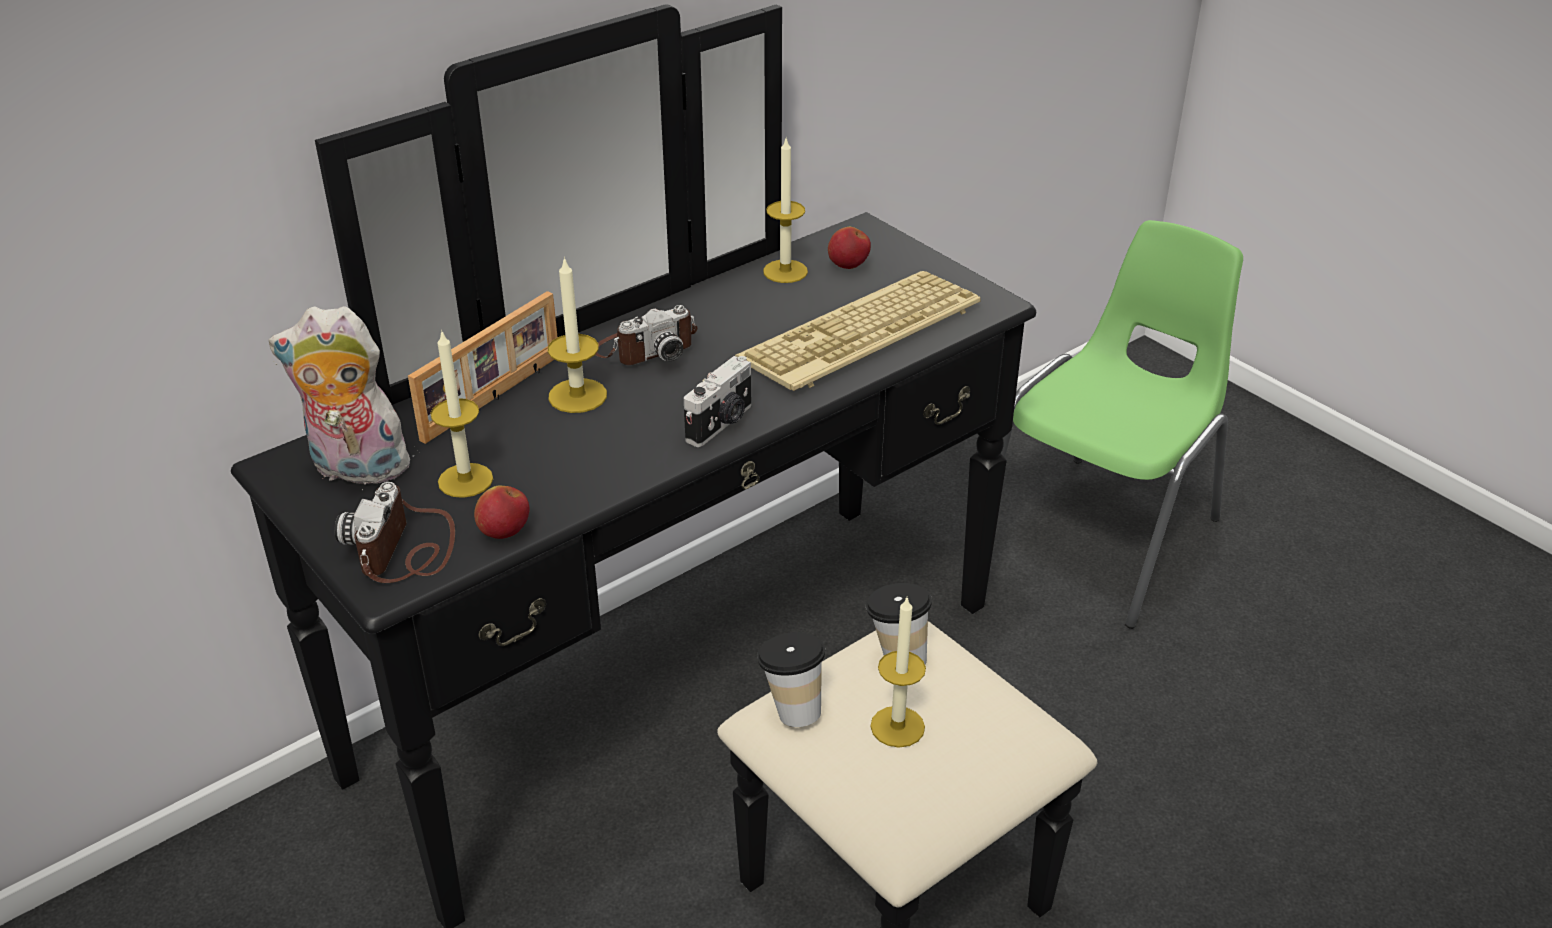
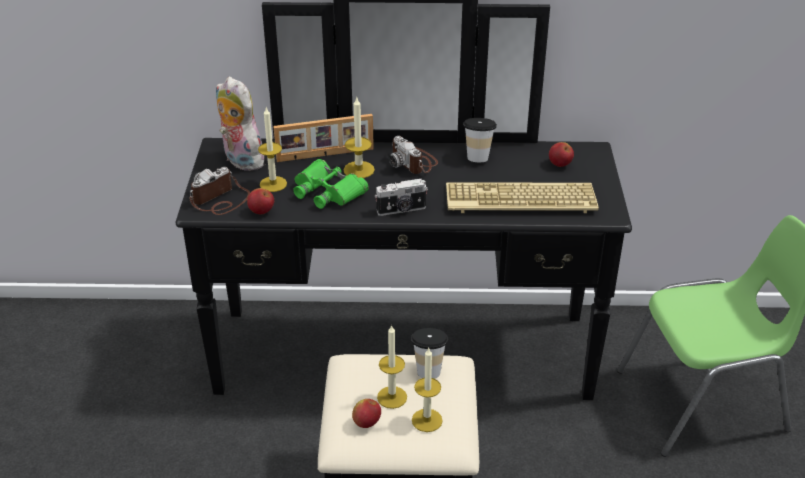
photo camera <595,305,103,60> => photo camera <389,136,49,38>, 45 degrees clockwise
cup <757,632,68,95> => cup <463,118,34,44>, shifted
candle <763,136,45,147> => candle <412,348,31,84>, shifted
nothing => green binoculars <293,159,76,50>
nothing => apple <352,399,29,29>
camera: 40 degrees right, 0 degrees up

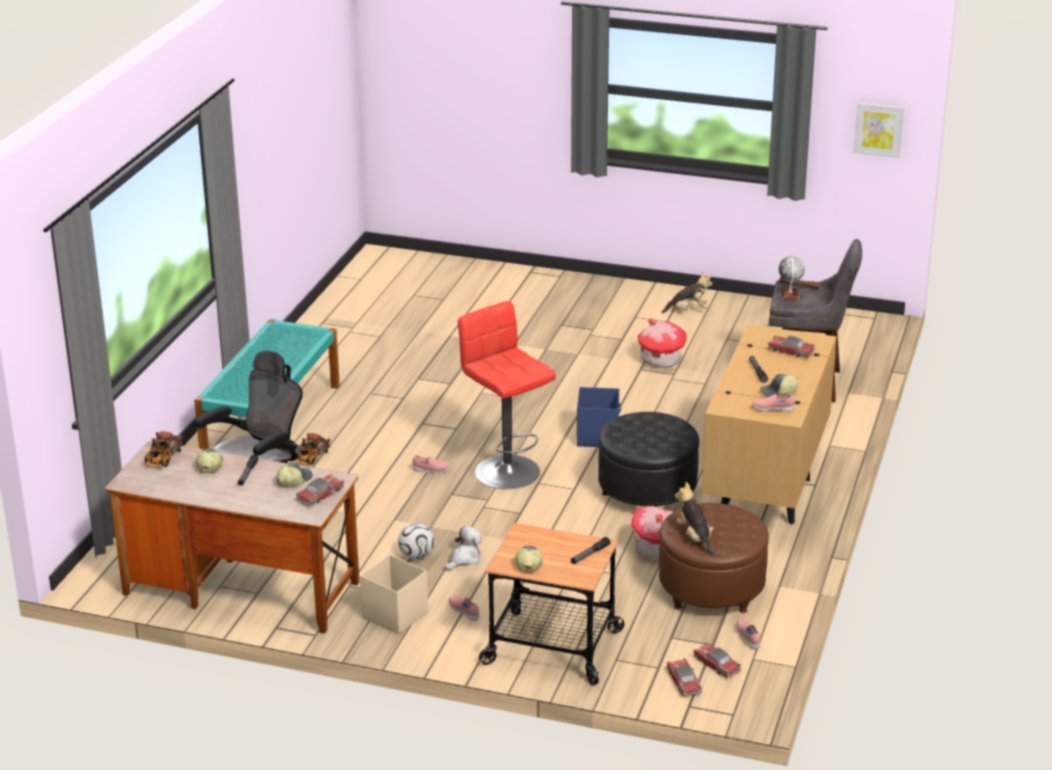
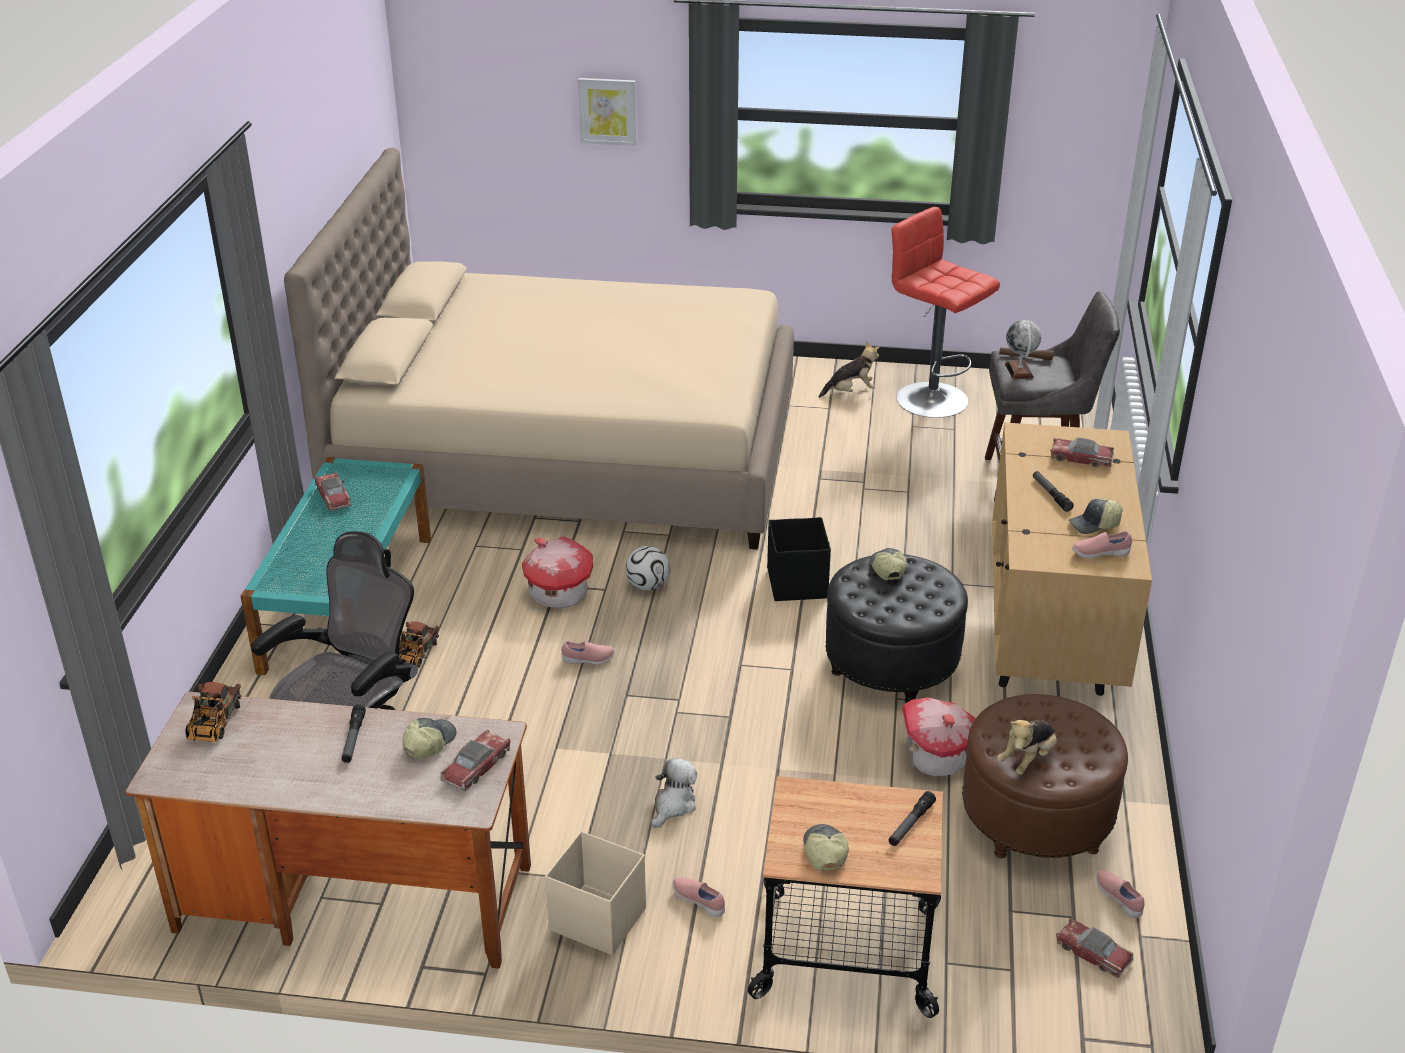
cap <196,448,27,25> => cap <870,548,37,32>, shifted
football <398,523,36,36> => football <626,546,44,44>, shifted
red stool <458,301,98,188> => red stool <891,207,109,211>, shifted
blue storage box <577,387,44,60> => black storage box <767,517,64,84>
toy house <638,318,49,50> => toy house <522,536,71,72>, shifted
toy car <667,658,35,38> => toy car <315,471,37,40>, shifted
plush toy <675,482,40,74> => plush toy <997,720,60,55>, 105 degrees counterclockwise
picture <853,102,51,56> => picture <578,78,59,68>, shifted
nothing => beige bed <284,148,510,402>
camera: 10 degrees left, 5 degrees up

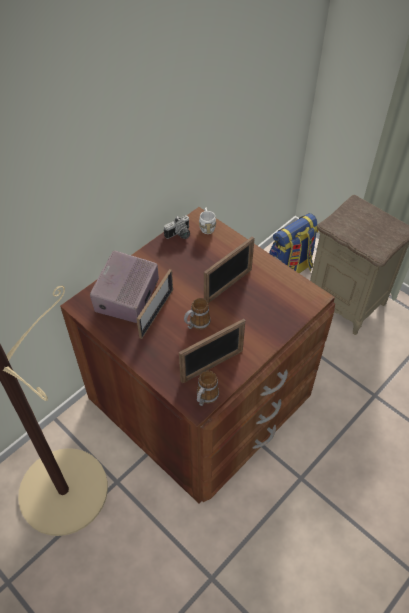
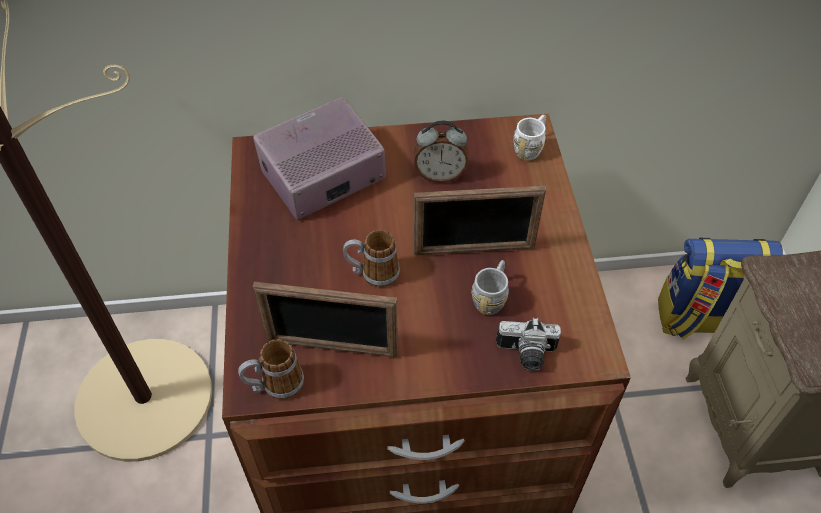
picture frame <137,269,36,70> => nothing
photo camera <164,215,26,24> => photo camera <496,318,65,53>, shifted
nothing => alarm clock <414,120,55,63>
nothing => grey mug <471,260,38,55>
camera: 40 degrees right, 0 degrees up

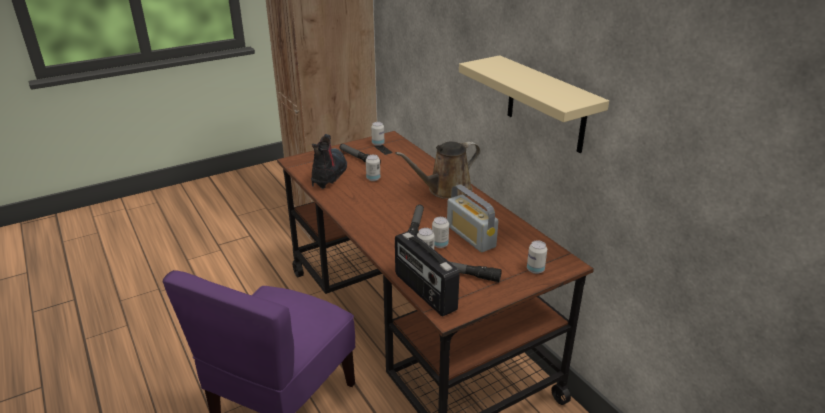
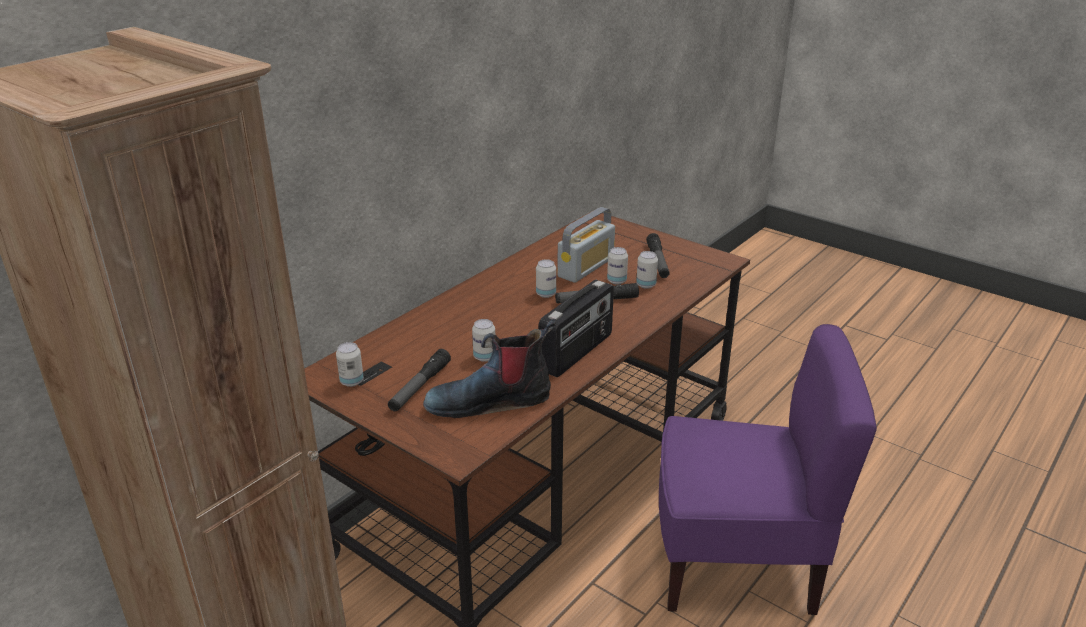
brown watering can <395,141,85,58> => nothing
radio <395,231,65,85> => radio <539,280,75,97>, shifted
beige shelf <459,55,150,98> => nothing
can <527,240,20,34> => can <536,259,20,39>, shifted
camera: 110 degrees left, 0 degrees up

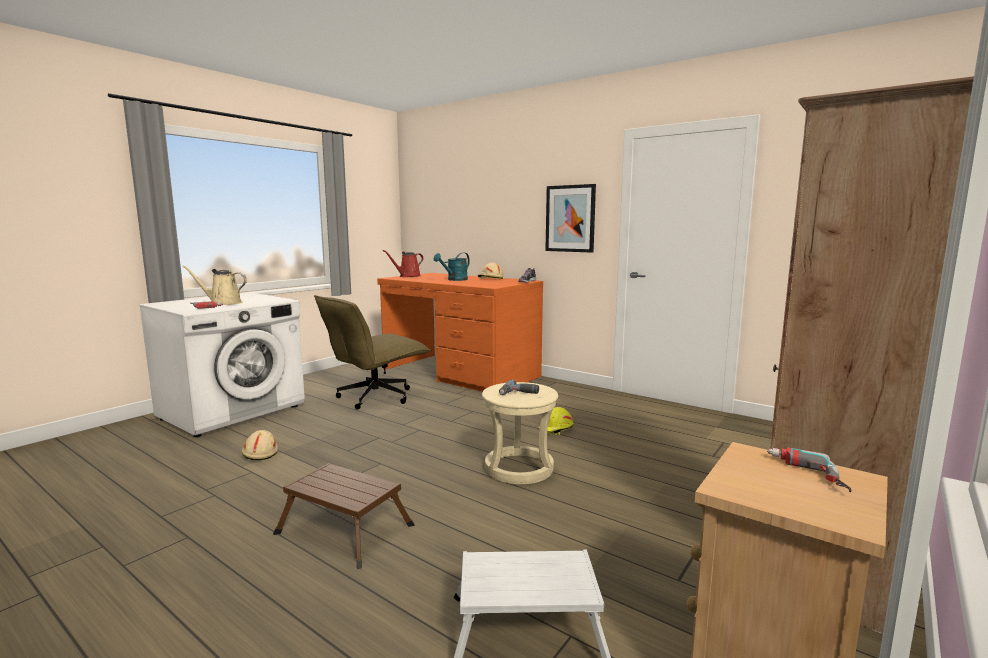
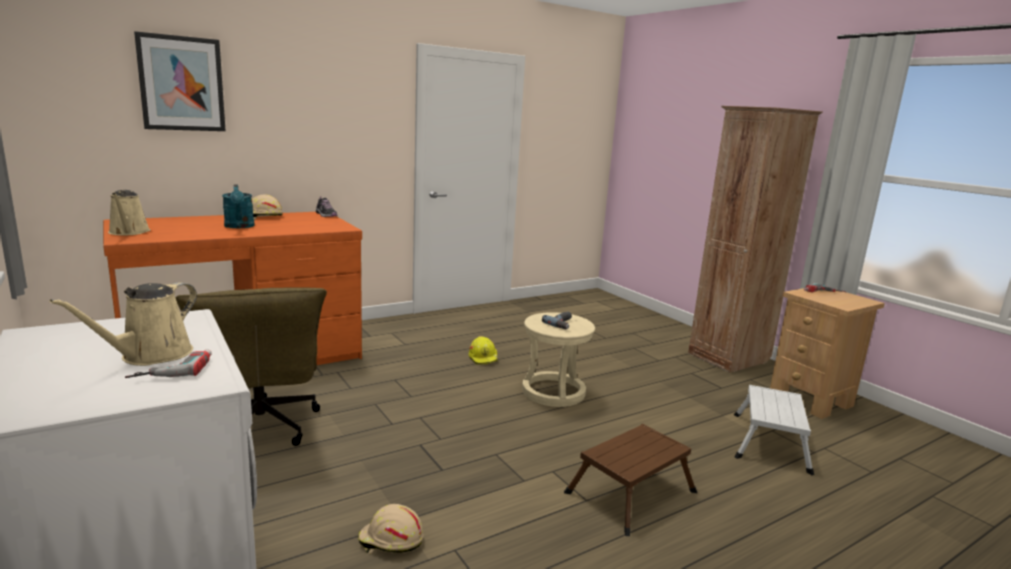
red watering can <383,250,40,27> => beige watering can <108,190,42,45>
picture <545,184,51,69> => picture <134,31,92,100>, shifted
camera: 70 degrees left, 5 degrees up

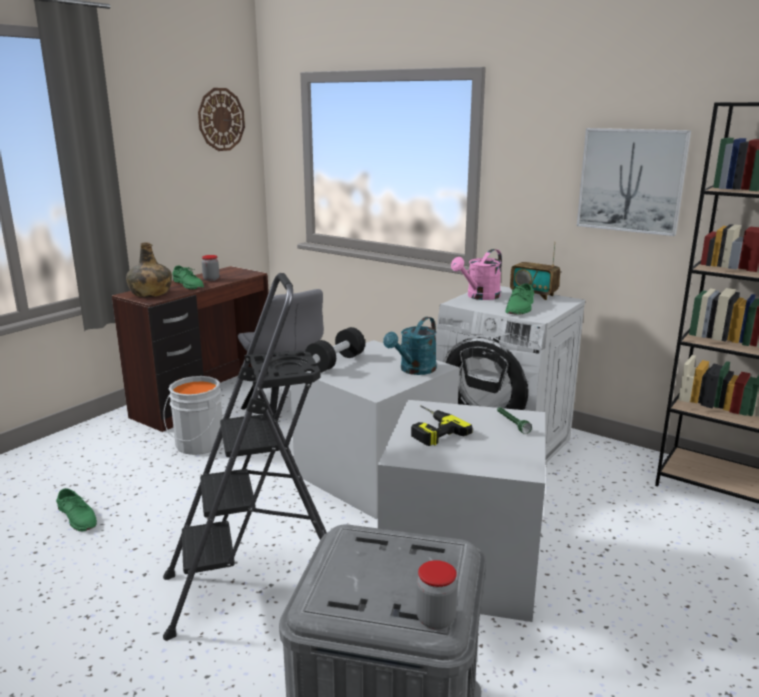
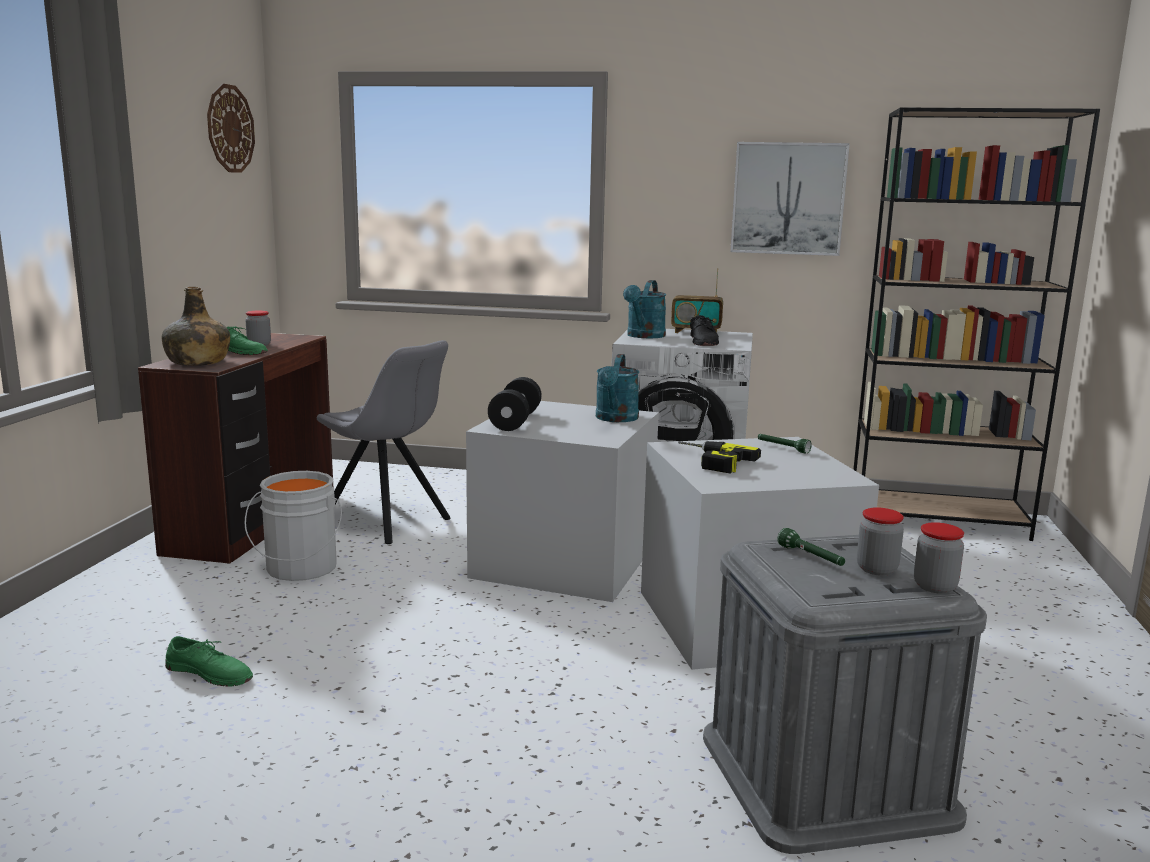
step ladder <163,273,164,367> => nothing
pink watering can <451,249,51,51> => turquoise watering can <623,280,43,58>
green shoe <505,284,29,31> => black shoe <690,315,29,31>
nothing => green flashlight <777,528,68,38>
nothing => jar <857,507,47,69>
camera: 25 degrees left, 5 degrees down

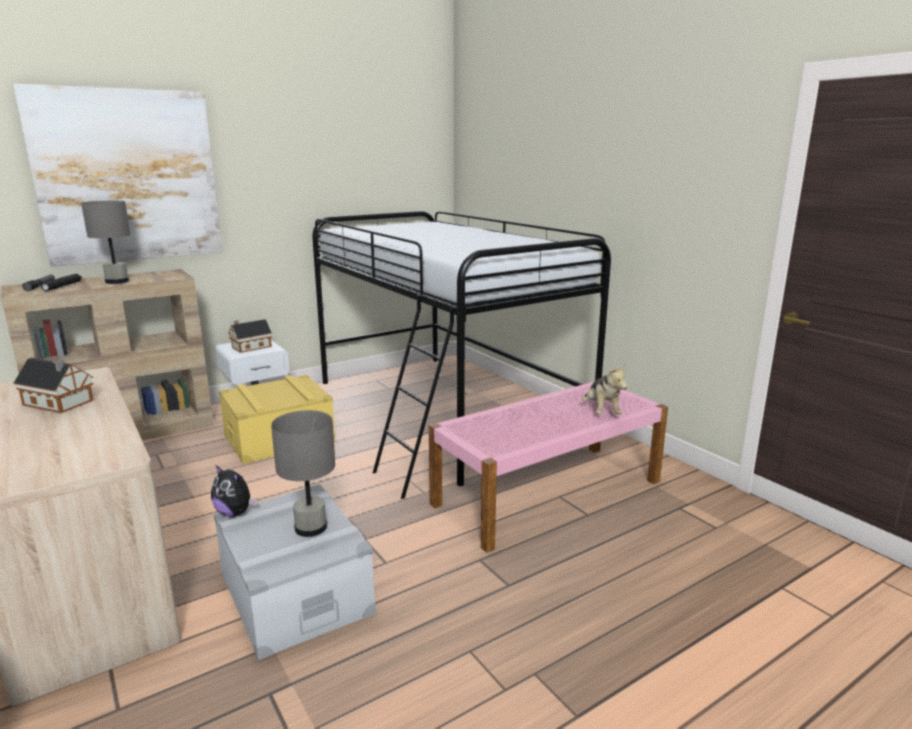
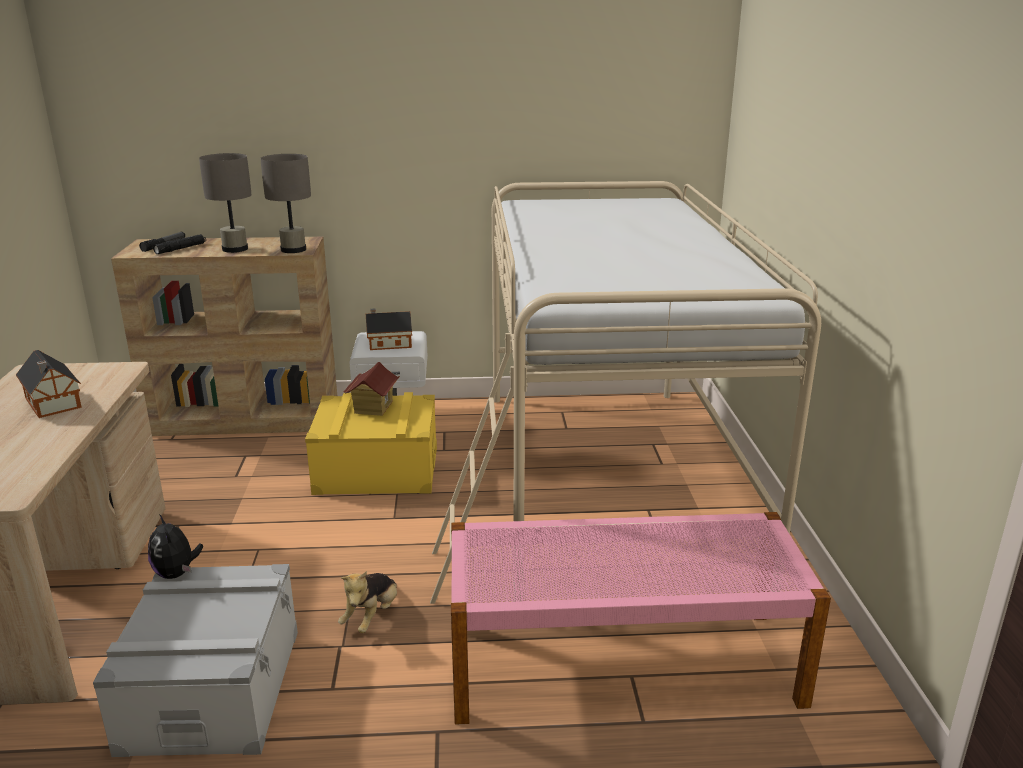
picture <13,84,210,183> => nothing
grey table lamp <271,410,64,127> => grey table lamp <260,154,51,99>, shifted
black bed <312,211,299,288> => beige bed <430,181,391,423>
plush toy <582,364,45,50> => plush toy <338,571,59,62>, shifted
nothing => toy house <343,362,57,54>
camera: 30 degrees right, 5 degrees up

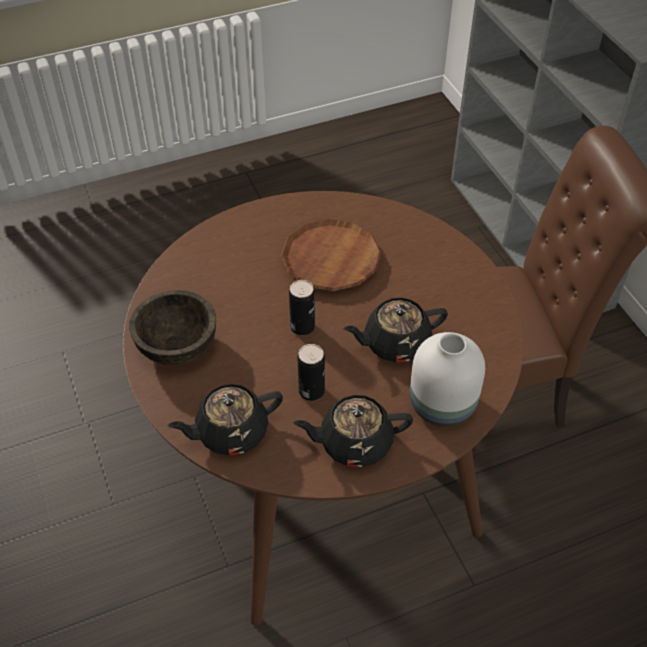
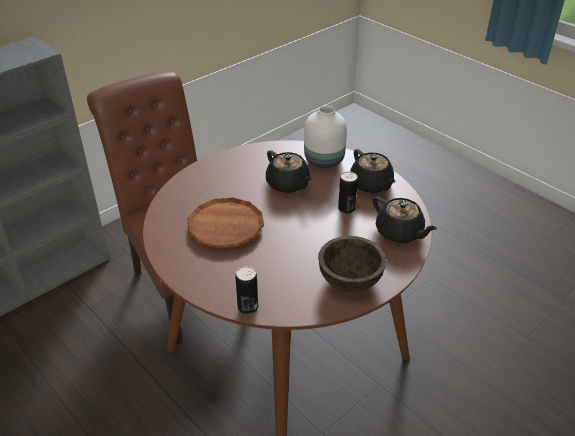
can <289,280,26,55> => can <236,266,22,48>, shifted
camera: 110 degrees left, 10 degrees down

